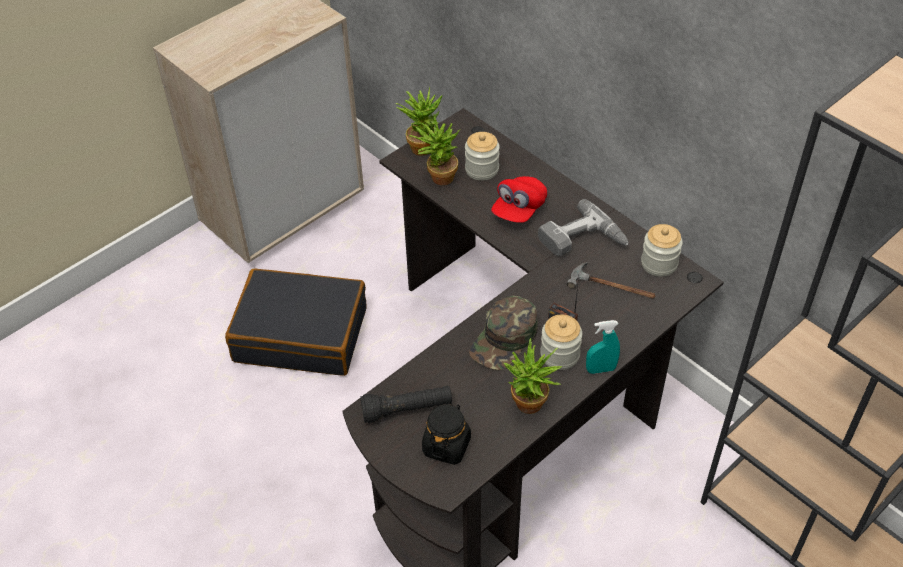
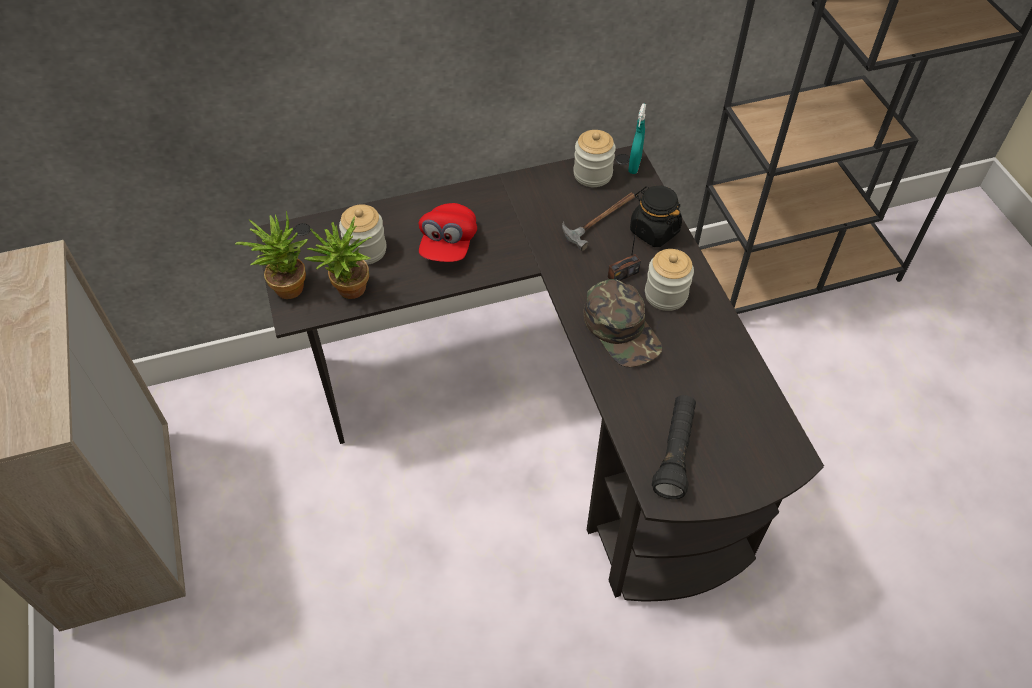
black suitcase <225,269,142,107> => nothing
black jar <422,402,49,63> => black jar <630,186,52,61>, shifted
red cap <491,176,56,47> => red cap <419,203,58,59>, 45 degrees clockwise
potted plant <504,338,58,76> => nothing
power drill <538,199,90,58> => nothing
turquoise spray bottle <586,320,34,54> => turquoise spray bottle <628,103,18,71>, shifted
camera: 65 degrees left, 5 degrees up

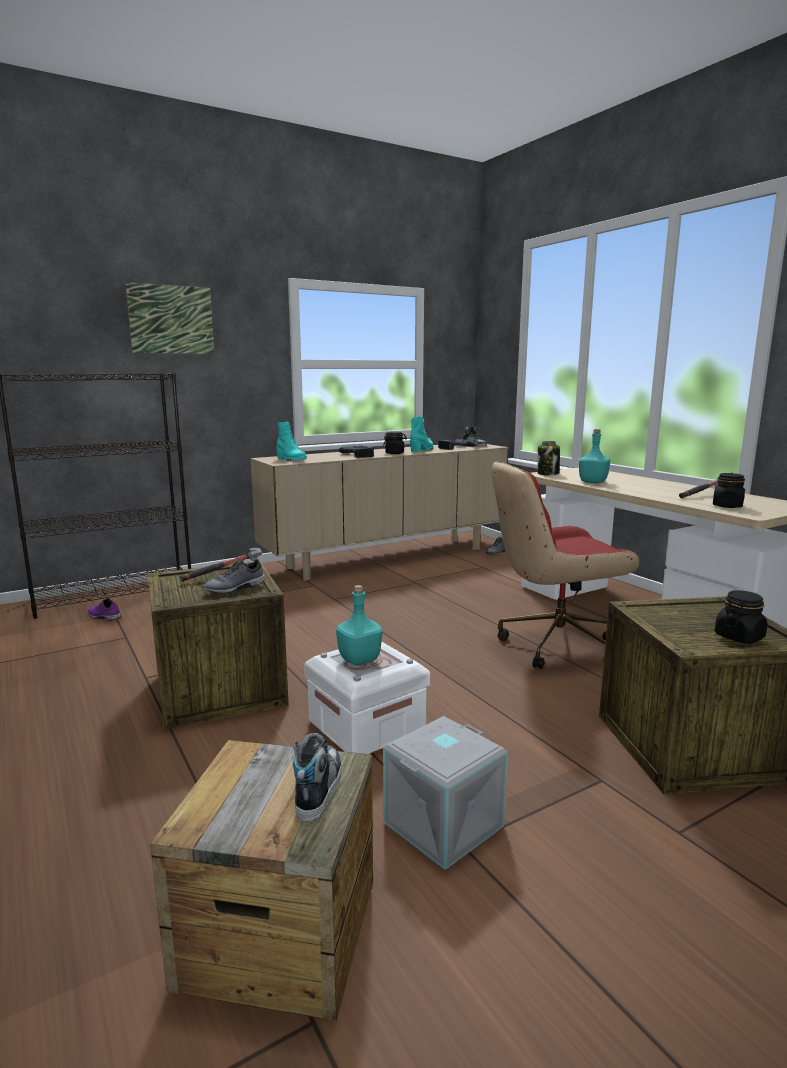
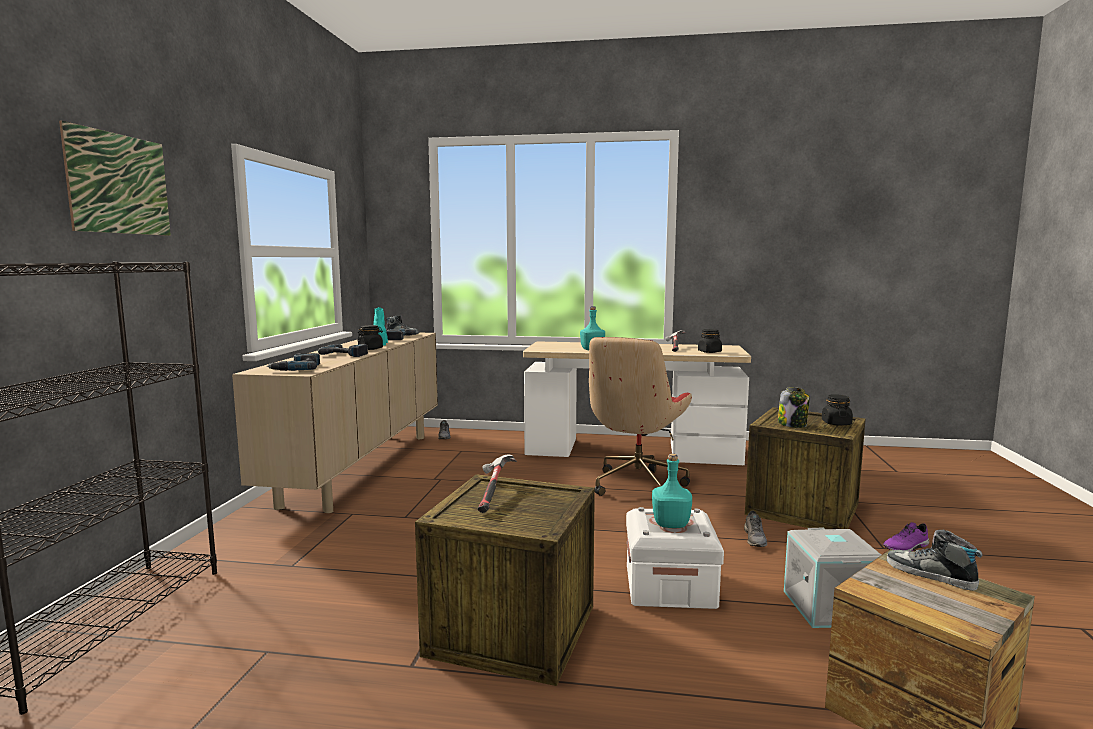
purple shoe <88,598,34,23> => purple shoe <883,522,46,30>, shifted
grey shoe <203,559,62,35> => grey shoe <744,511,23,36>, shifted
turquoise boot <276,422,31,39> => power drill <267,353,53,18>
jar <538,441,22,35> => jar <778,387,32,41>, shifted
camera: 50 degrees left, 5 degrees down

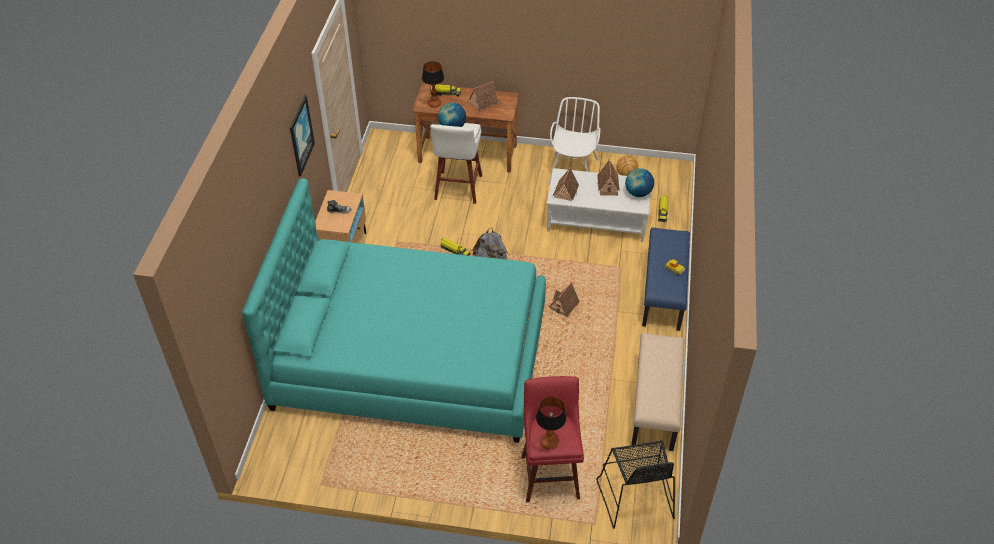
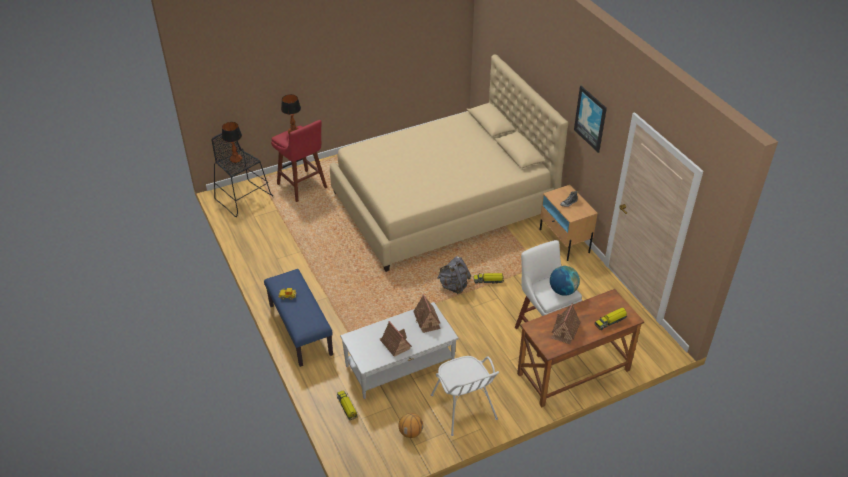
turquoise bed <242,178,304,265> => beige bed <330,54,238,218>
table lamp <422,61,22,47> => table lamp <222,122,20,41>, shifted
toy house <549,282,31,34> => nothing
globe <625,168,29,29> => nothing
beige bench <631,333,53,118> => nothing
camera: 145 degrees right, 5 degrees down

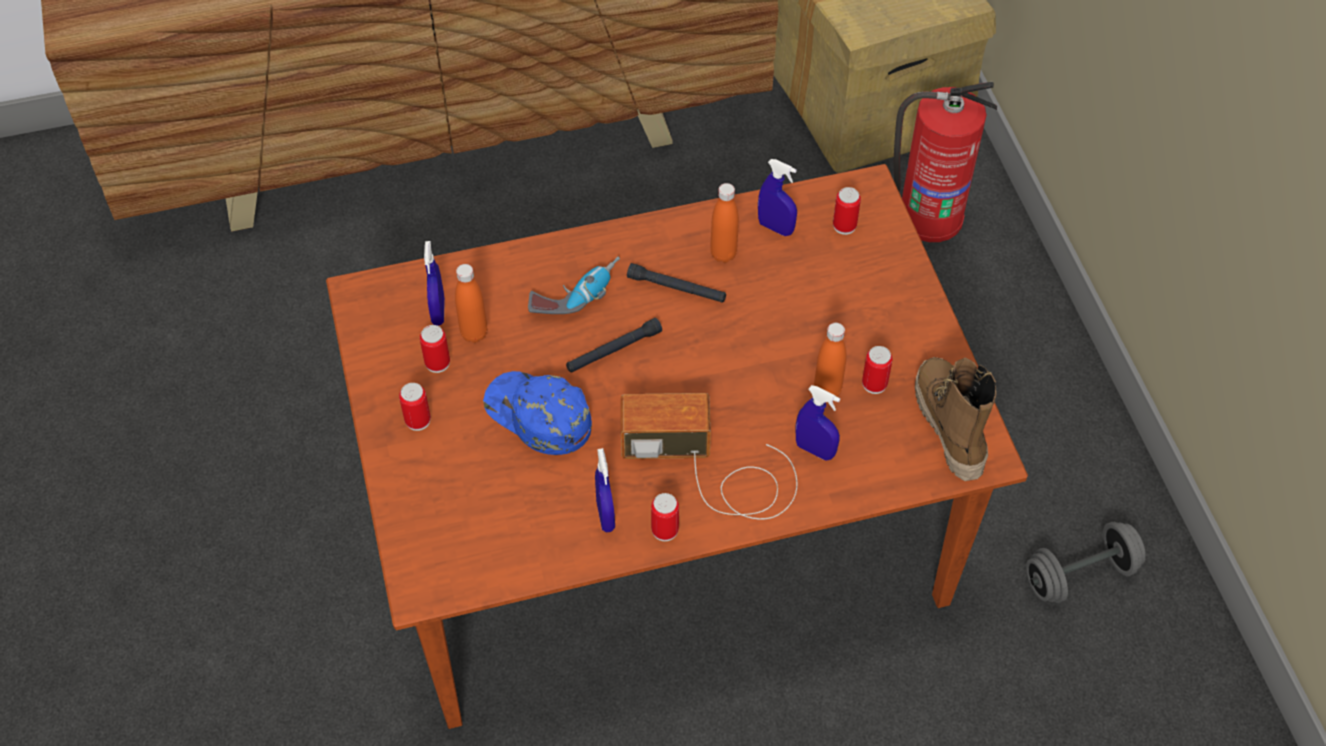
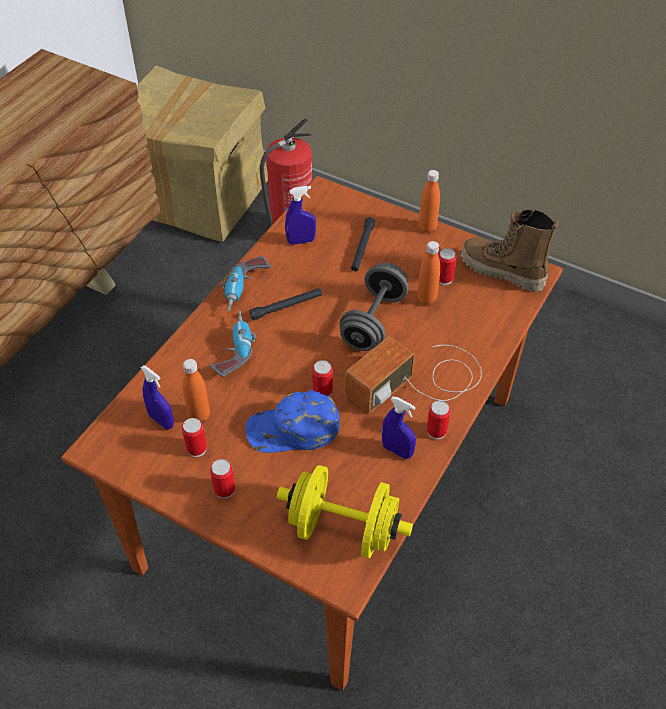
black flashlight <566,318,96,55> => black flashlight <351,217,24,54>, shifted
orange bottle <710,183,29,80> => orange bottle <419,170,21,63>, shifted
blue spray bottle <795,385,45,76> => nothing
can <833,187,28,48> => can <312,360,21,37>, shifted
grey dumbbell <1026,522,120,81> => grey dumbbell <339,263,70,88>, shifted
nothing => power drill <221,256,50,56>
nothing => yellow dumbbell <277,465,136,93>
camera: 45 degrees left, 5 degrees down

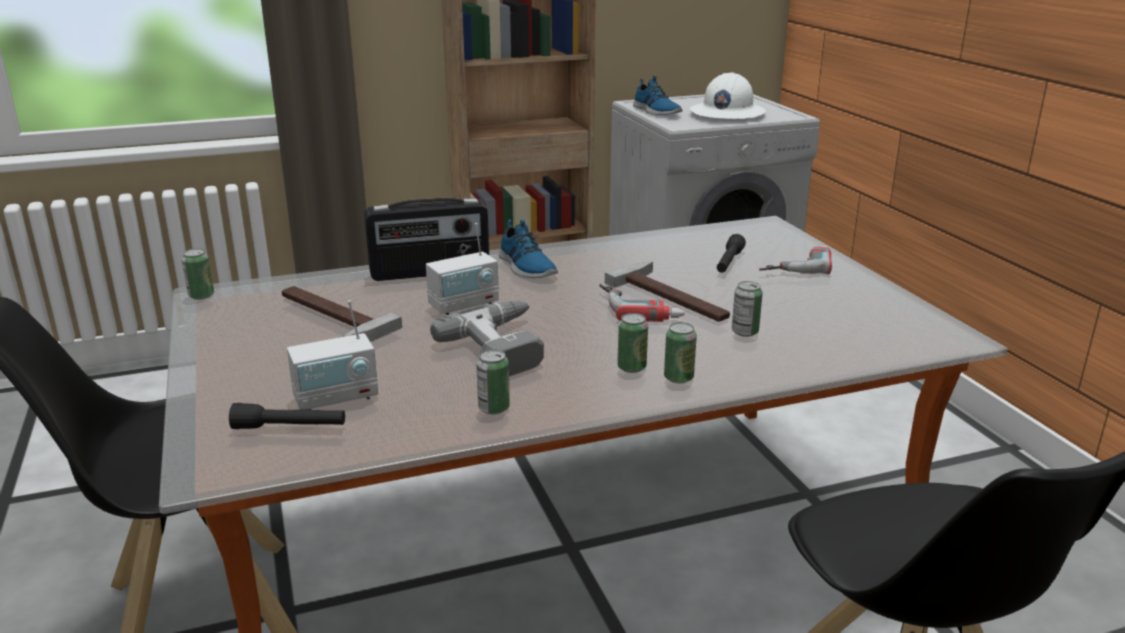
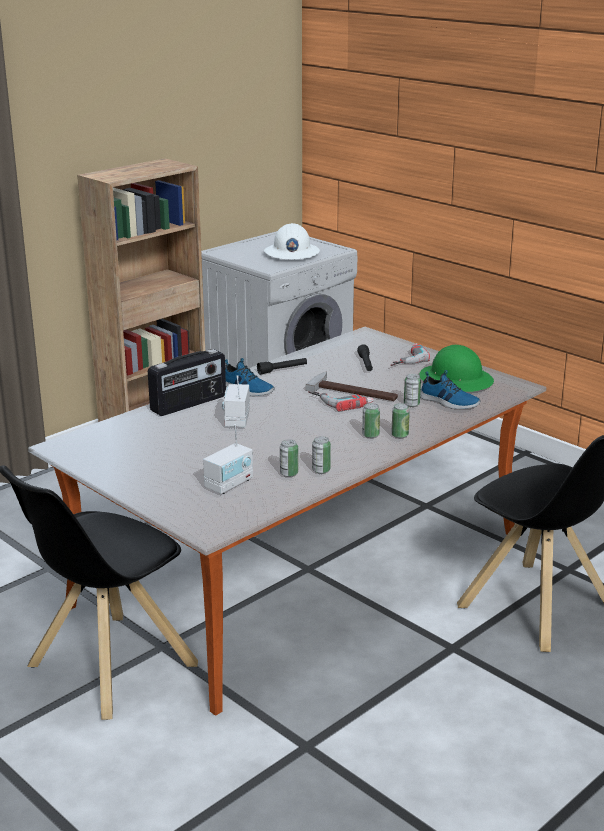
can <182,249,32,51> => can <280,439,18,38>, shifted
black flashlight <229,403,116,26> => black flashlight <257,358,50,17>, shifted
hammer <282,286,120,55> => nothing
radio <426,223,73,92> => radio <222,376,28,51>, 150 degrees clockwise
power drill <430,301,114,75> => nothing
shoe <633,76,50,39> => shoe <420,370,61,39>, shifted
nothing => green hard hat <419,345,75,47>
camera: 25 degrees left, 0 degrees up

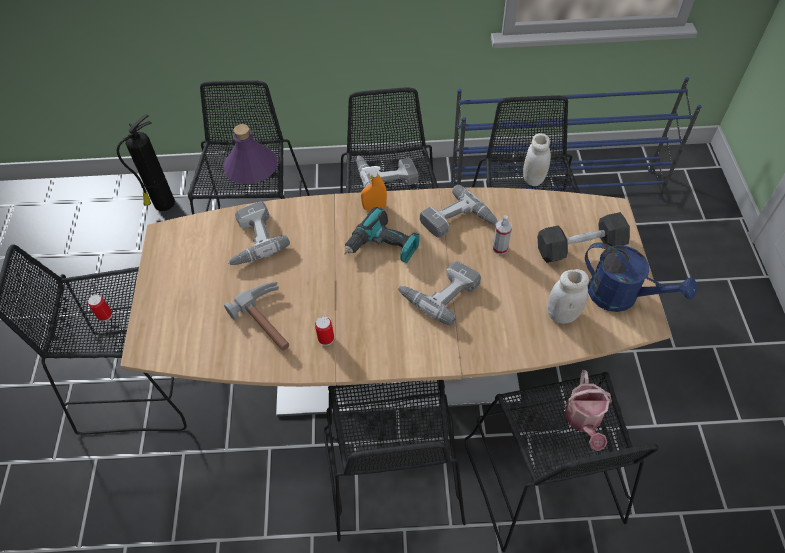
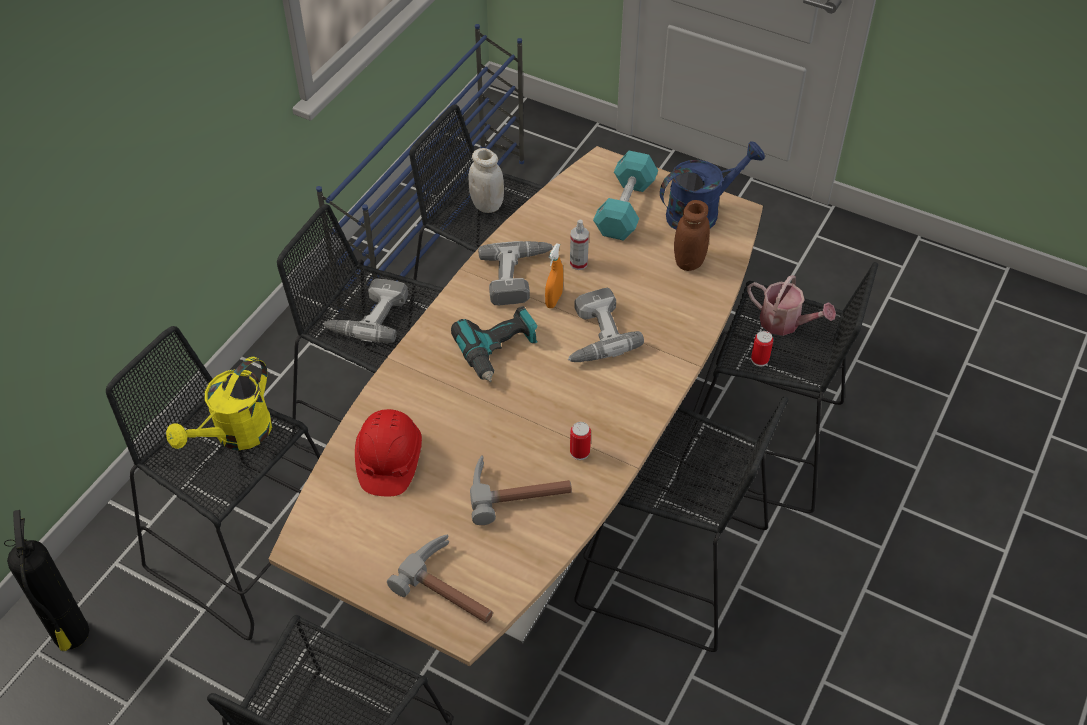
can <88,294,24,28> => can <751,331,22,36>, shifted
purple bottle <223,124,55,60> => yellow watering can <166,357,106,93>
power drill <228,201,62,64> => red hard hat <355,409,67,87>
orange spray bottle <361,166,26,44> => orange spray bottle <545,243,18,65>, shifted
black dumbbell <538,212,92,51> => turquoise dumbbell <593,151,65,90>
white jar <547,269,42,55> => brown jar <674,200,36,71>
nothing => hammer <387,535,106,88>
camera: 60 degrees left, 5 degrees down

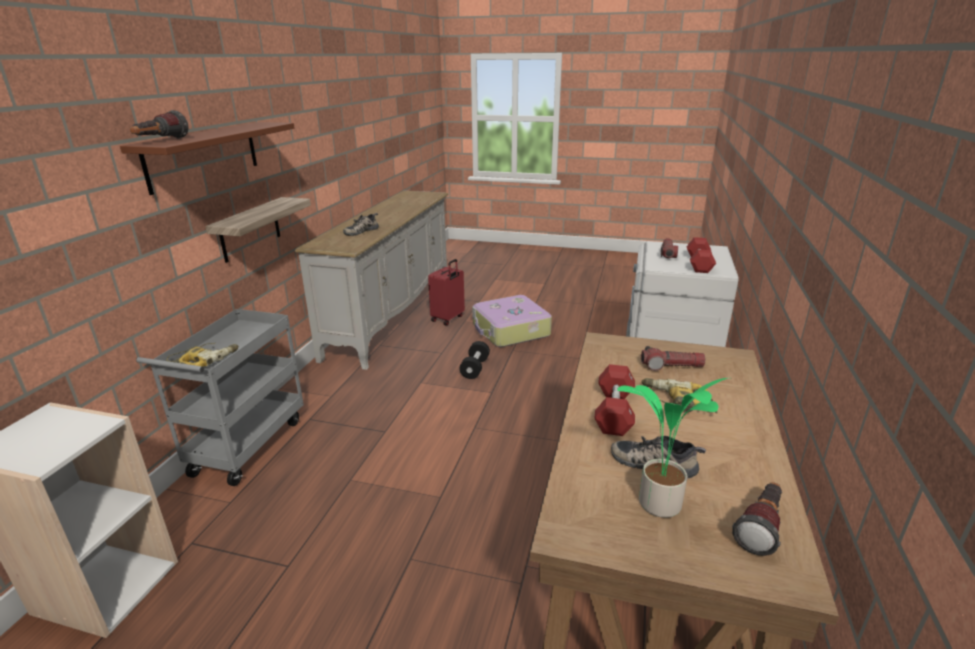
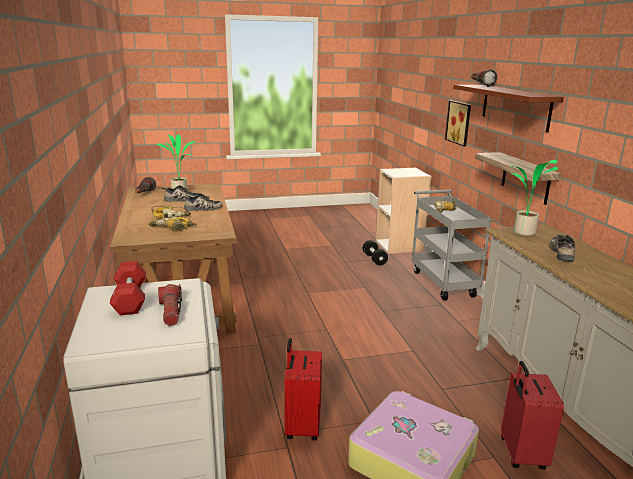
black dumbbell <459,341,31,38> => black dumbbell <363,240,25,25>, shifted
red dumbbell <594,364,41,72> => shoe <182,193,41,18>
flashlight <641,346,64,25> => power drill <149,217,48,15>
nothing => red suitcase <285,338,37,102>
nothing => picture <445,101,26,46>
nothing => potted plant <509,160,49,76>
camera: 150 degrees right, 5 degrees down

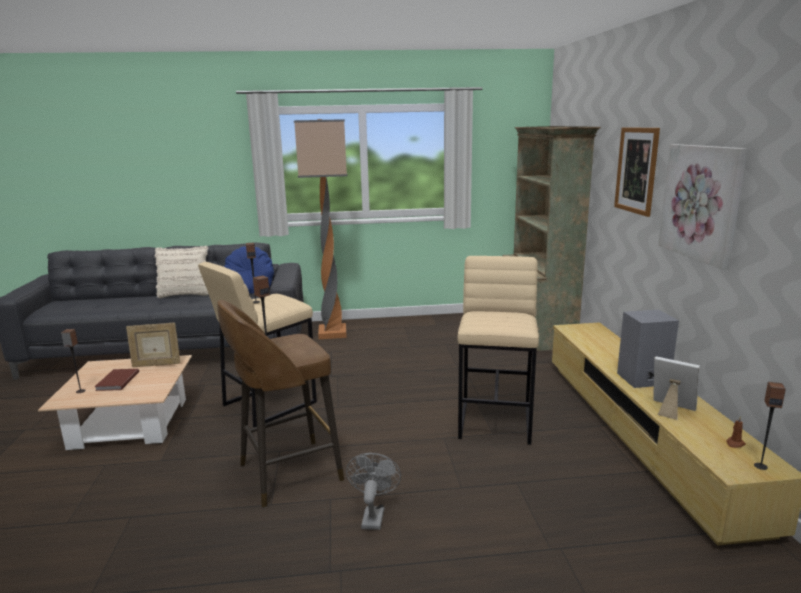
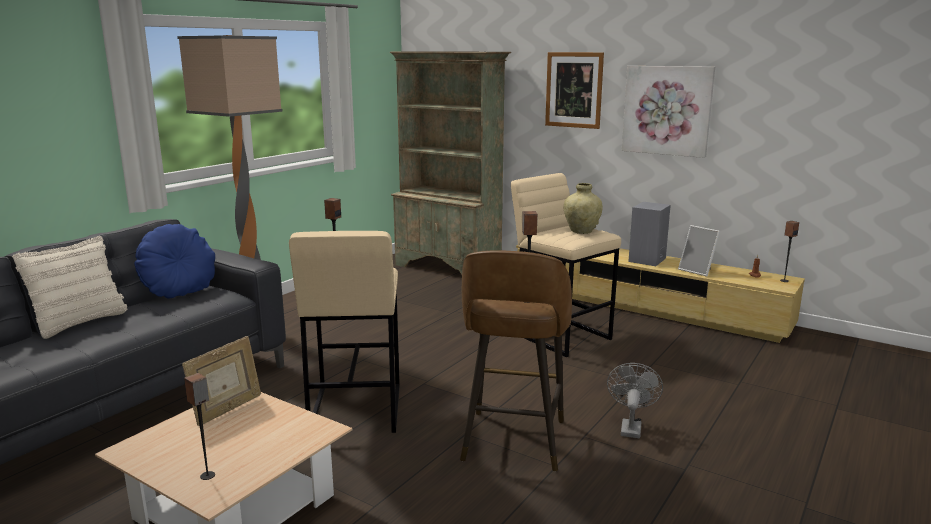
brown book <95,369,44,22> => nothing
grey fan <346,453,55,77> => grey fan <607,363,56,75>, 60 degrees clockwise
picture frame <653,356,47,64> => picture frame <678,225,42,52>, 120 degrees counterclockwise
nothing => beige vase <564,183,39,51>
camera: 50 degrees left, 0 degrees up

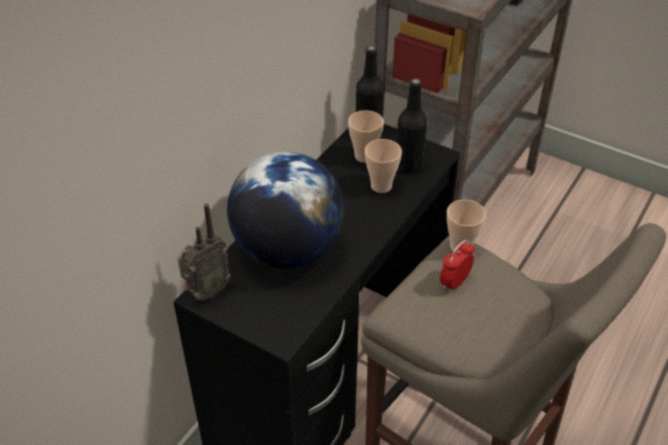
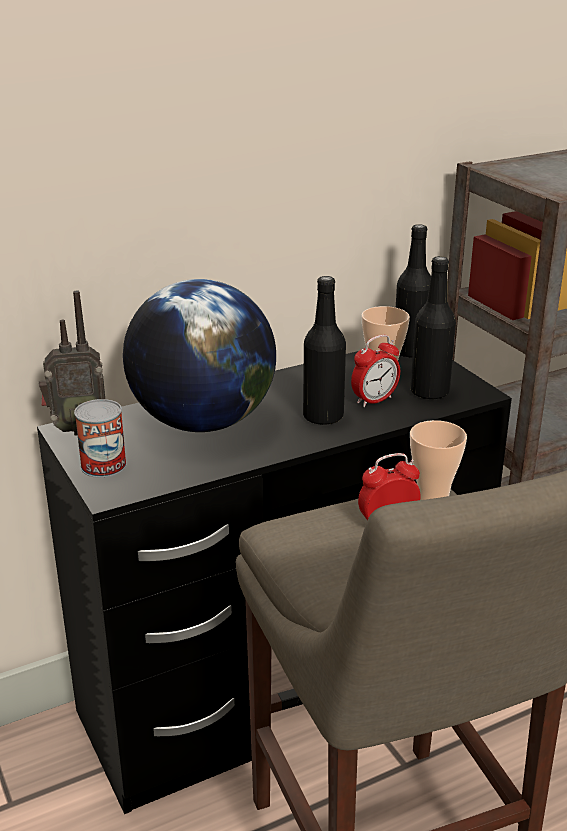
cup <365,139,37,54> => alarm clock <351,335,49,72>
nothing => can <74,399,53,79>
nothing => black bottle <303,276,43,149>
camera: 30 degrees right, 15 degrees down

